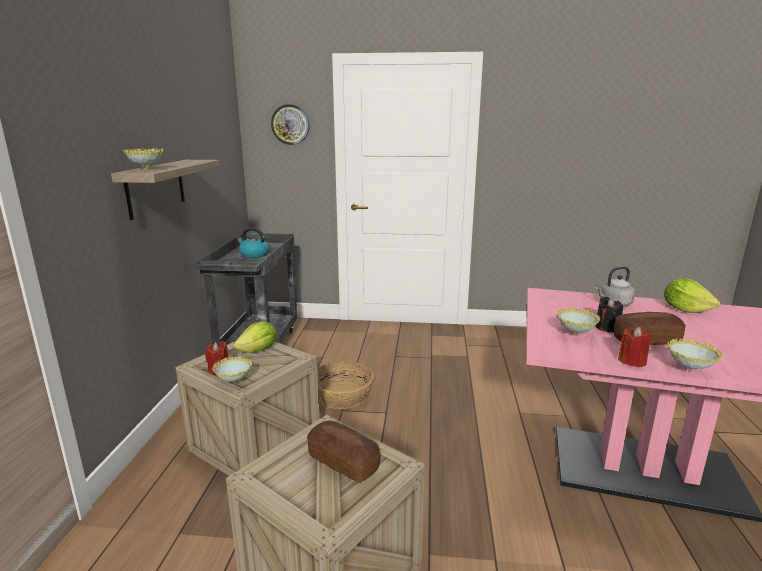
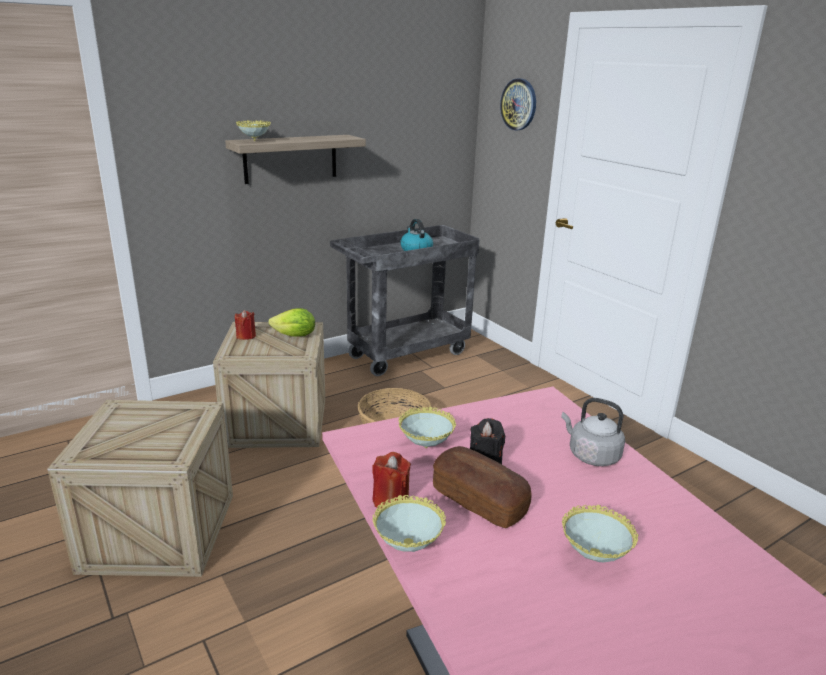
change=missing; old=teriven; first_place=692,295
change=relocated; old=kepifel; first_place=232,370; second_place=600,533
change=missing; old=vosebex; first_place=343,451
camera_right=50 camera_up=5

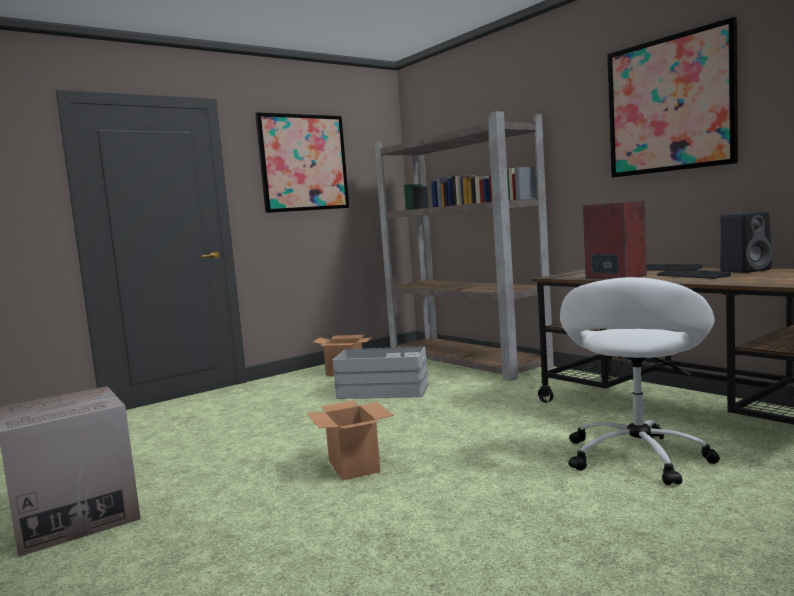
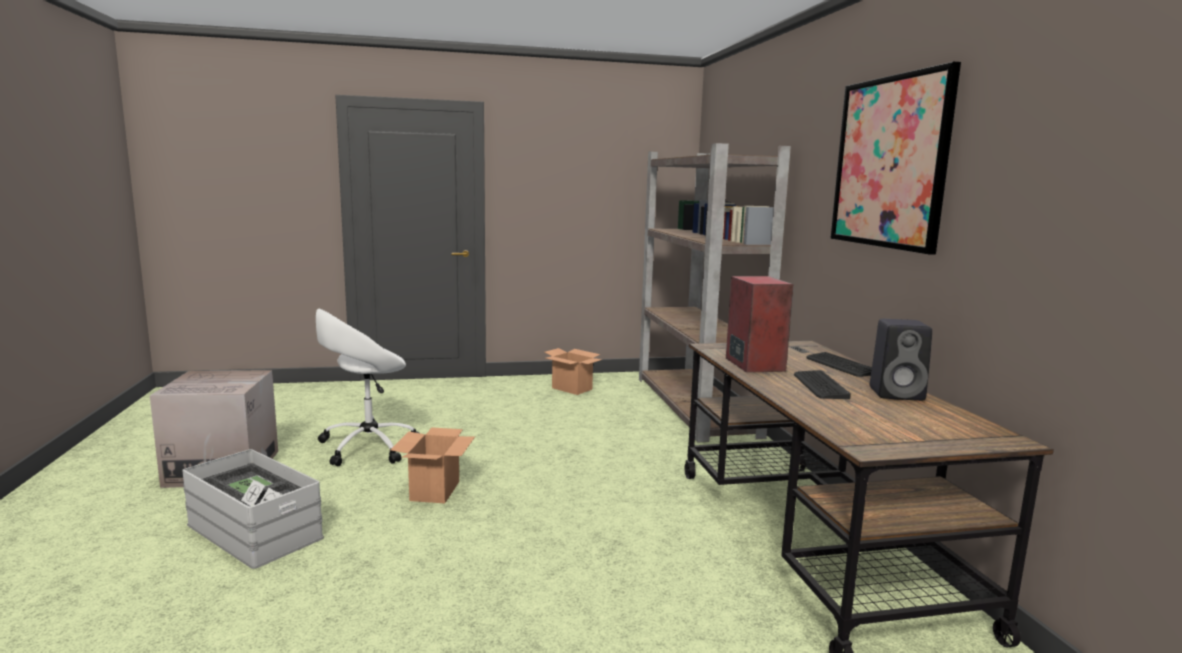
change=missing; old=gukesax; first_place=302,162
change=relocated; old=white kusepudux; first_place=640,381; second_place=367,387
change=relocated; old=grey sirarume; first_place=381,372; second_place=253,509
camera_right=25 camera_up=5

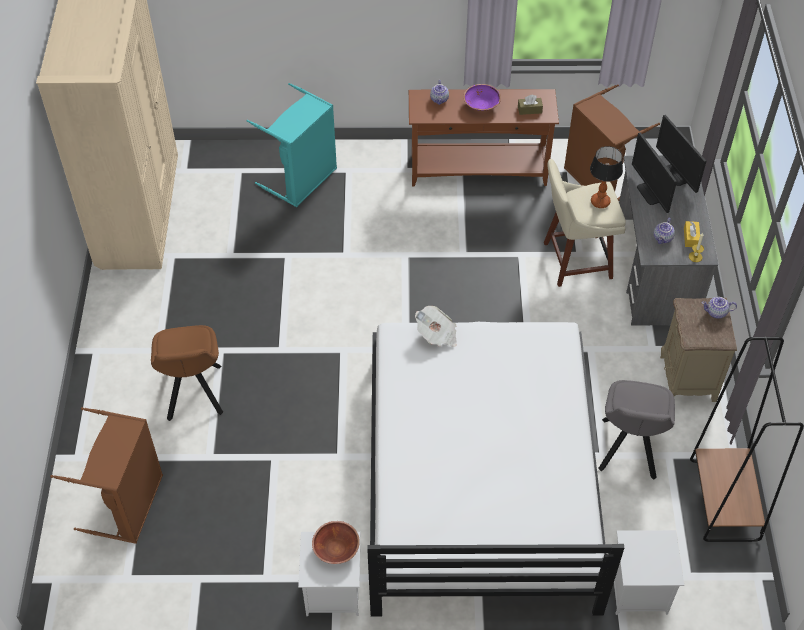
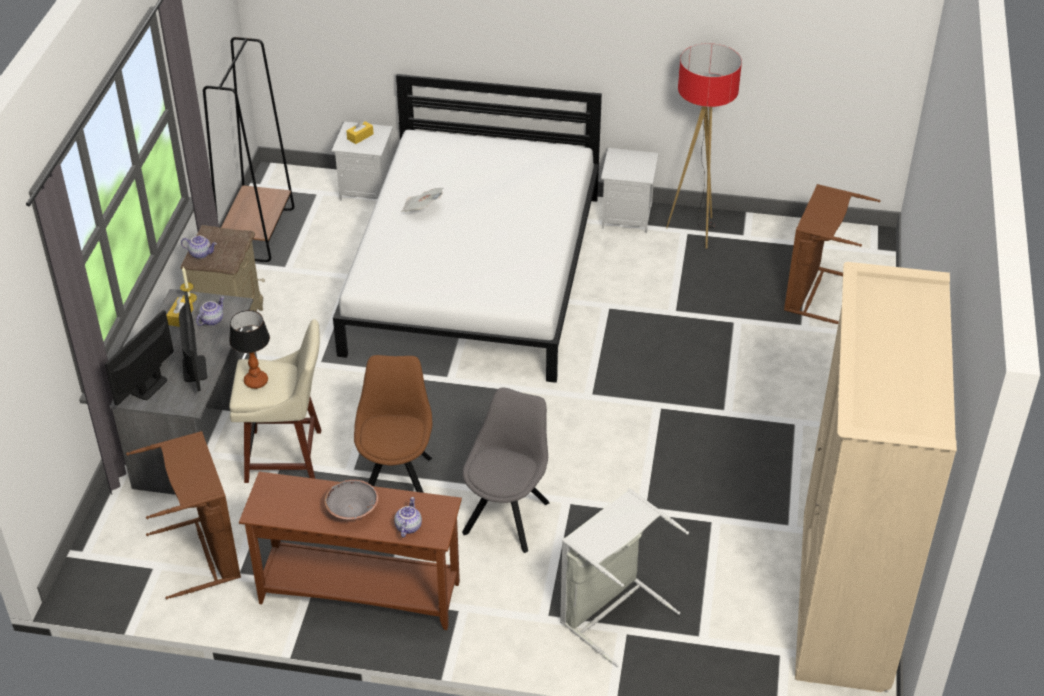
change=colour; old=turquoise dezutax; new=grey dezutax; first_place=292,145; second_place=624,577
change=colour; old=purple kepifel; new=grey kepifel; first_place=482,97; second_place=351,500
change=missing; old=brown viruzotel; first_place=530,105
change=spun; old=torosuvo; first_place=681,154; second_place=139,358; degrees=-135
change=relocated; old=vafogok; first_place=436,326; second_place=422,200
change=relocated; old=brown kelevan; first_place=187,373; second_place=393,424
change=relocated; old=grey kelevan; first_place=636,430; second_place=506,470
change=missing; old=brown kepifel; first_place=336,542
change=appeared; new=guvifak; second_place=704,146
change=appeared; new=yellow viruzotel; second_place=360,131
camera_right=-170 camera_up=-10

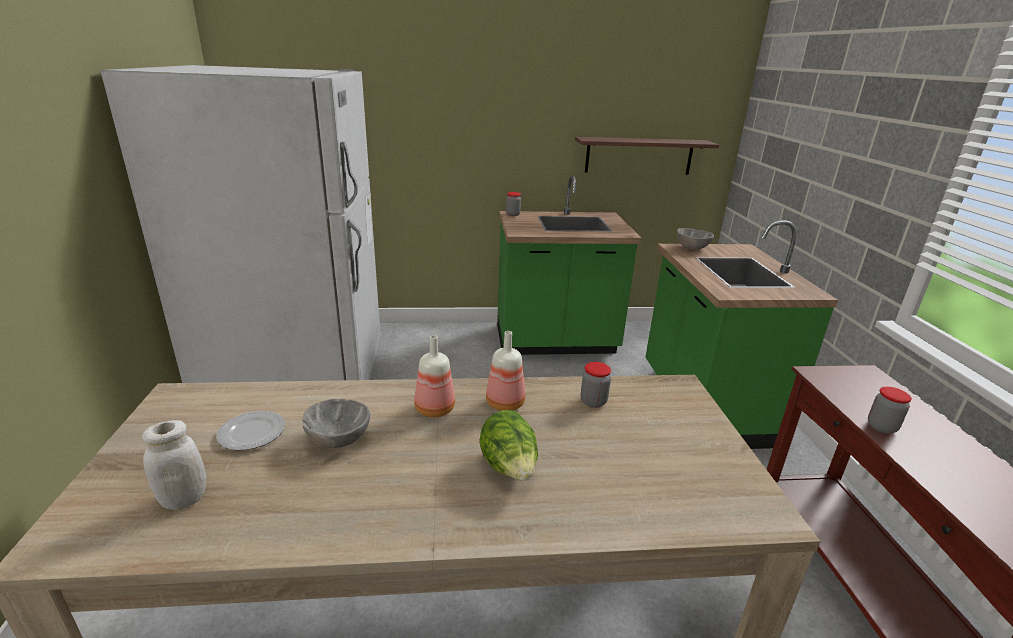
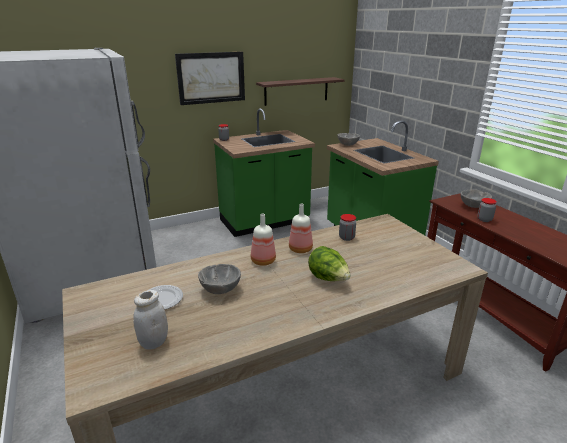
change=appeared; new=gukesax; second_place=210,78
change=appeared; new=grey kepifel; second_place=476,198
camera_right=-20 camera_up=0

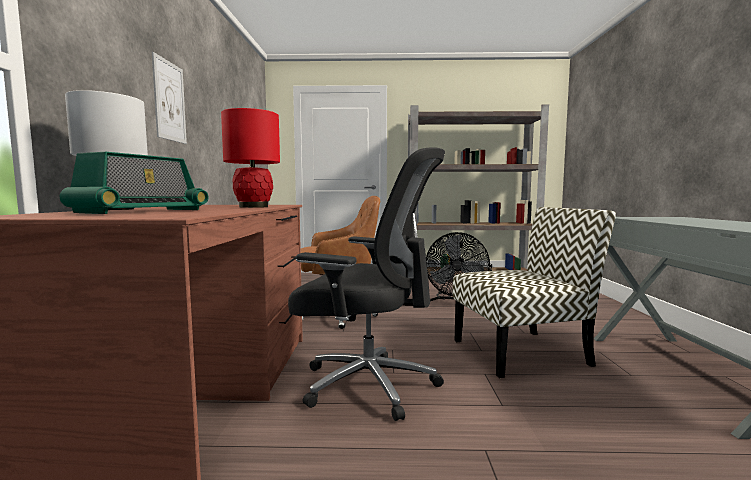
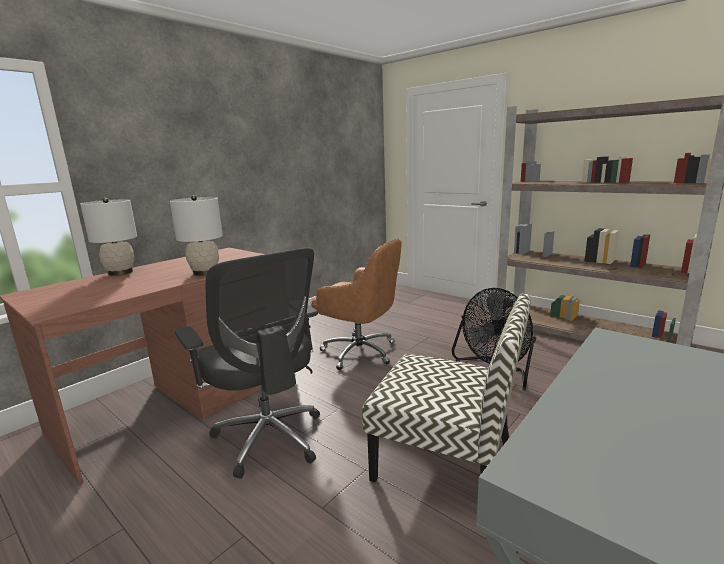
change=missing; old=gukesax; first_place=169,98
change=colour; old=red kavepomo; new=white kavepomo; first_place=250,158; second_place=196,235
change=missing; old=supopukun; first_place=134,183
camera_right=40 camera_up=10

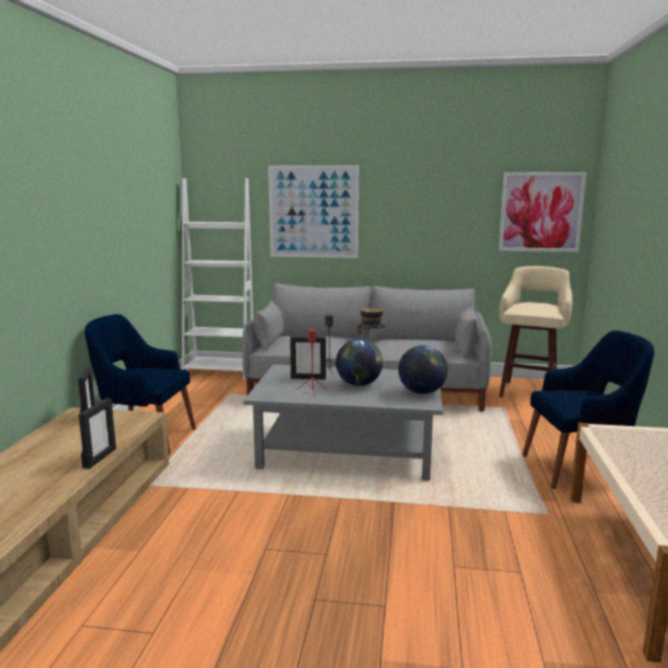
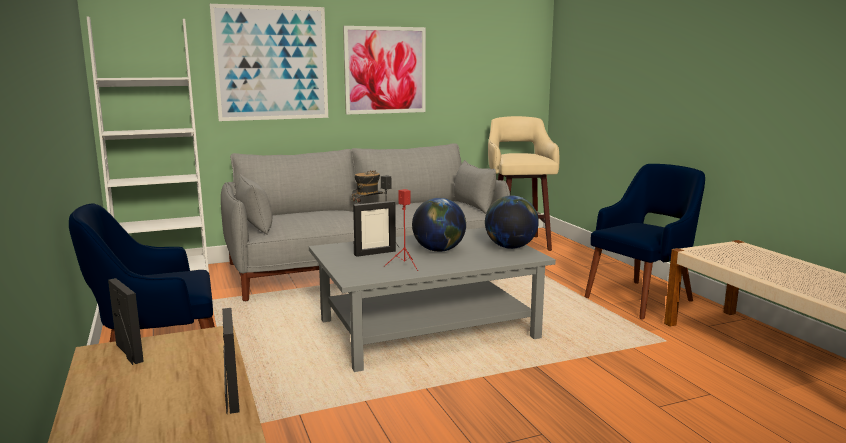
change=relocated; old=gukesax; first_place=542,212; second_place=384,70
camera_right=-30 camera_up=0

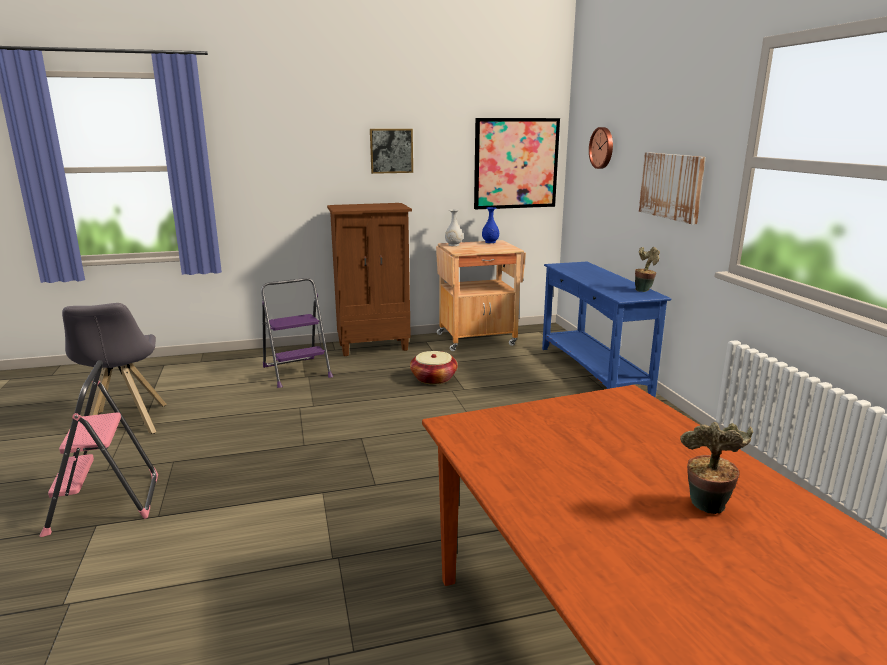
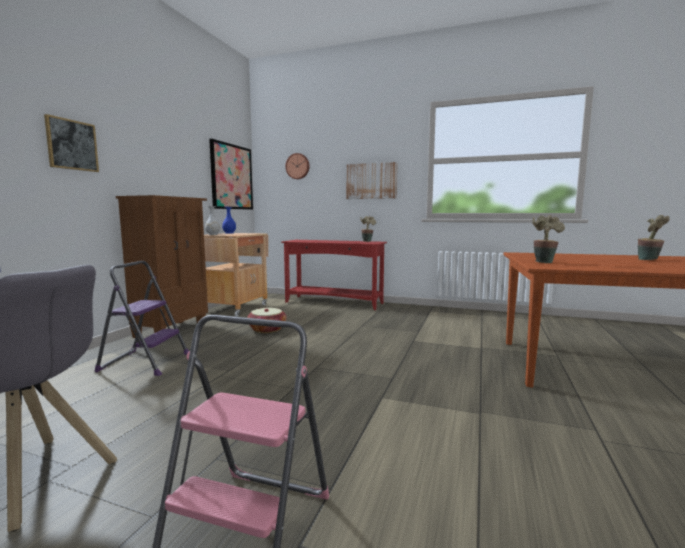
change=relocated; old=gukesax; first_place=391,151; second_place=71,143
change=colour; old=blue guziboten; new=red guziboten; first_place=606,330; second_place=334,275
change=appeared; new=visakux; second_place=548,239
camera_right=-55 camera_up=-10

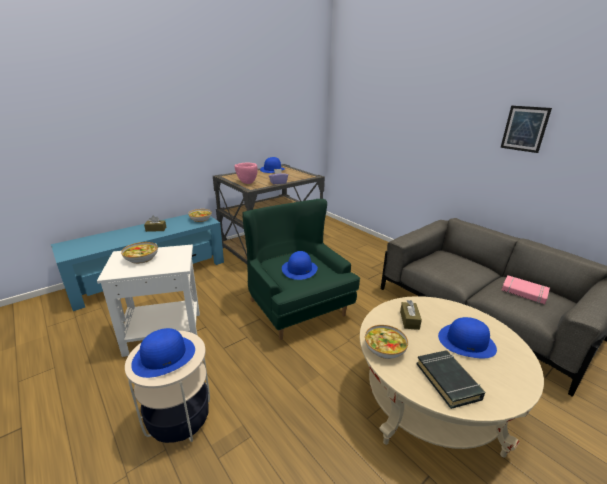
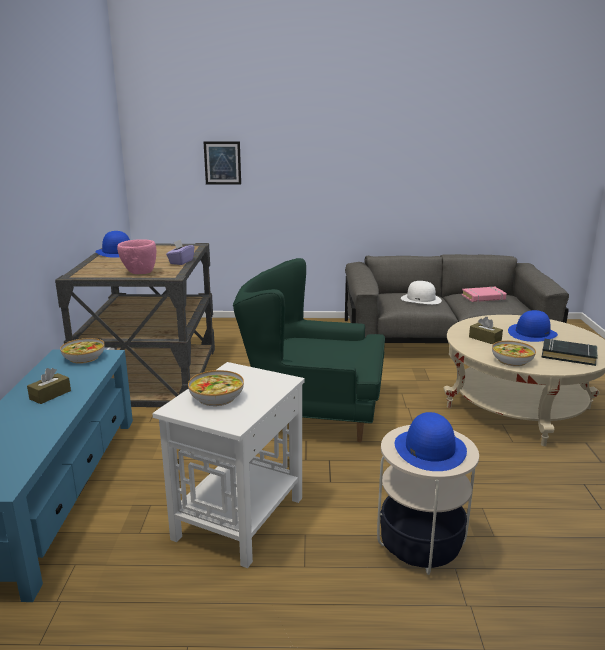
change=relocated; old=gukesax; first_place=526,129; second_place=222,162
change=missing; old=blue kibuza; first_place=300,265
change=appeared; new=white kibuza; second_place=421,292
camera_right=-50 camera_up=-5

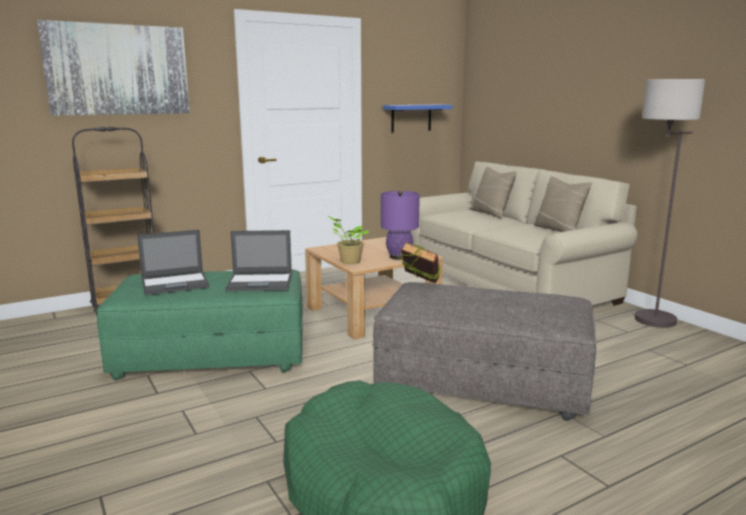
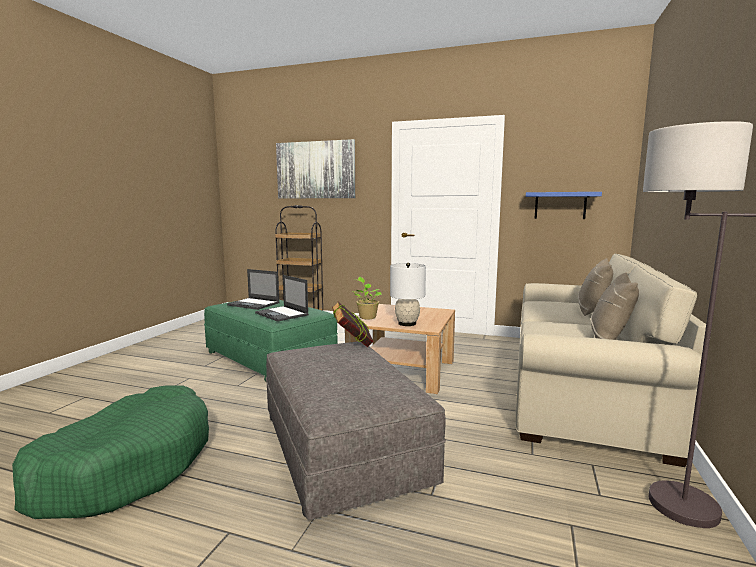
change=colour; old=purple kavepomo; new=white kavepomo; first_place=400,225; second_place=408,294
camera_right=50 camera_up=-5

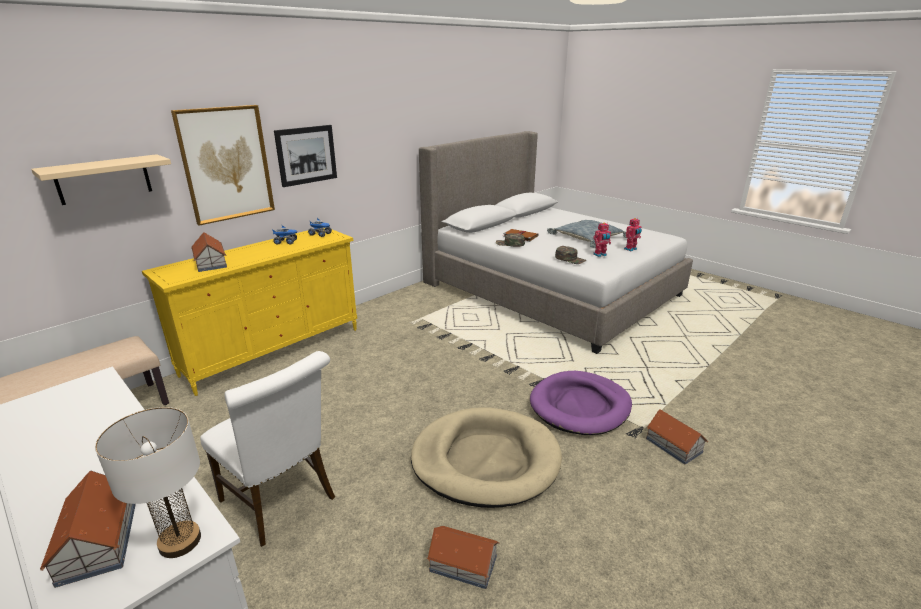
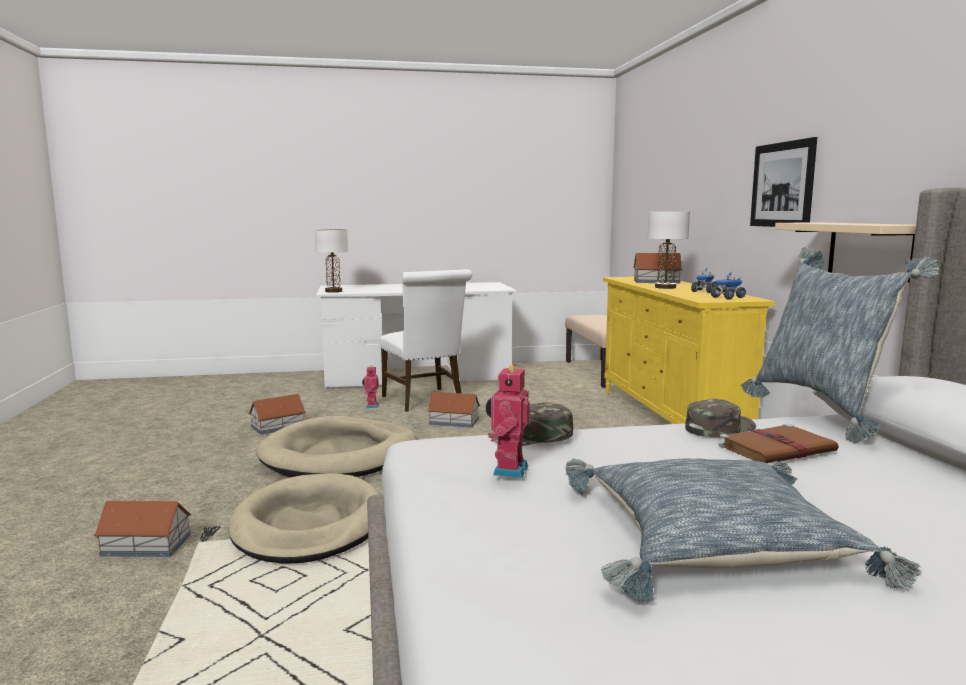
change=missing; old=gukesax; first_place=223,165
change=relocated; old=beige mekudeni; first_place=101,179; second_place=845,253
change=relocated; old=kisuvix; first_place=633,234; second_place=370,387
change=spun; old=white kelevan; first_place=267,449; second_place=425,340; degrees=-105
change=colour; old=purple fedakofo; new=beige fedakofo; first_place=581,403; second_place=305,518
change=relocated; old=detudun; first_place=88,529; second_place=454,410
change=appeared; new=kavepomo; second_place=669,250
change=appeared; new=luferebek; second_place=840,344
camera_right=125 camera_up=-15

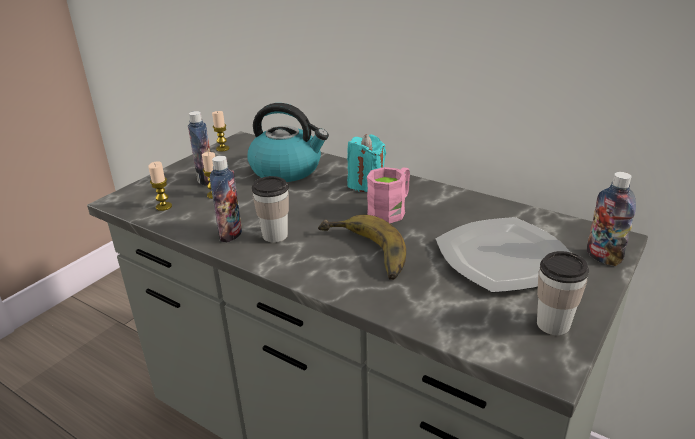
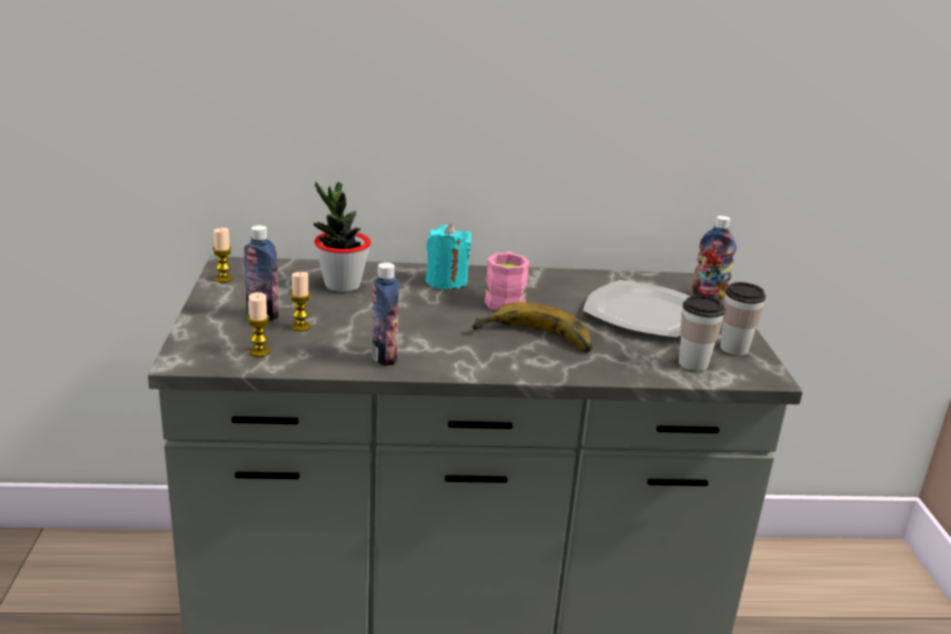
change=exchanged; old=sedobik; new=visakux; first_place=288,142; second_place=342,237
change=relocated; old=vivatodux; first_place=270,209; second_place=702,333
camera_right=-40 camera_up=-5

